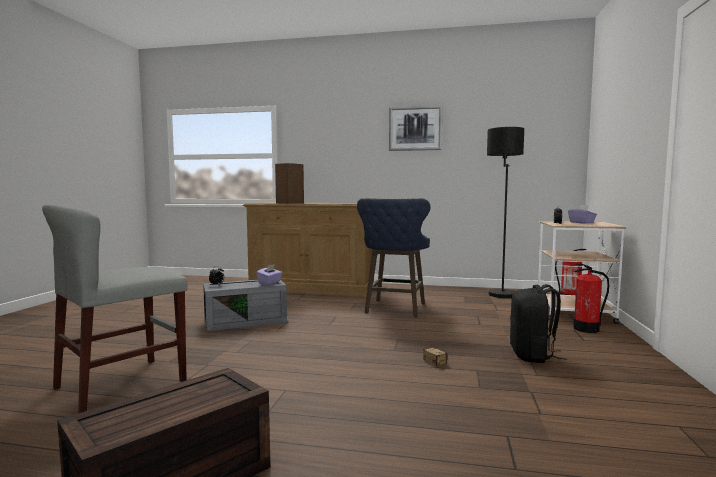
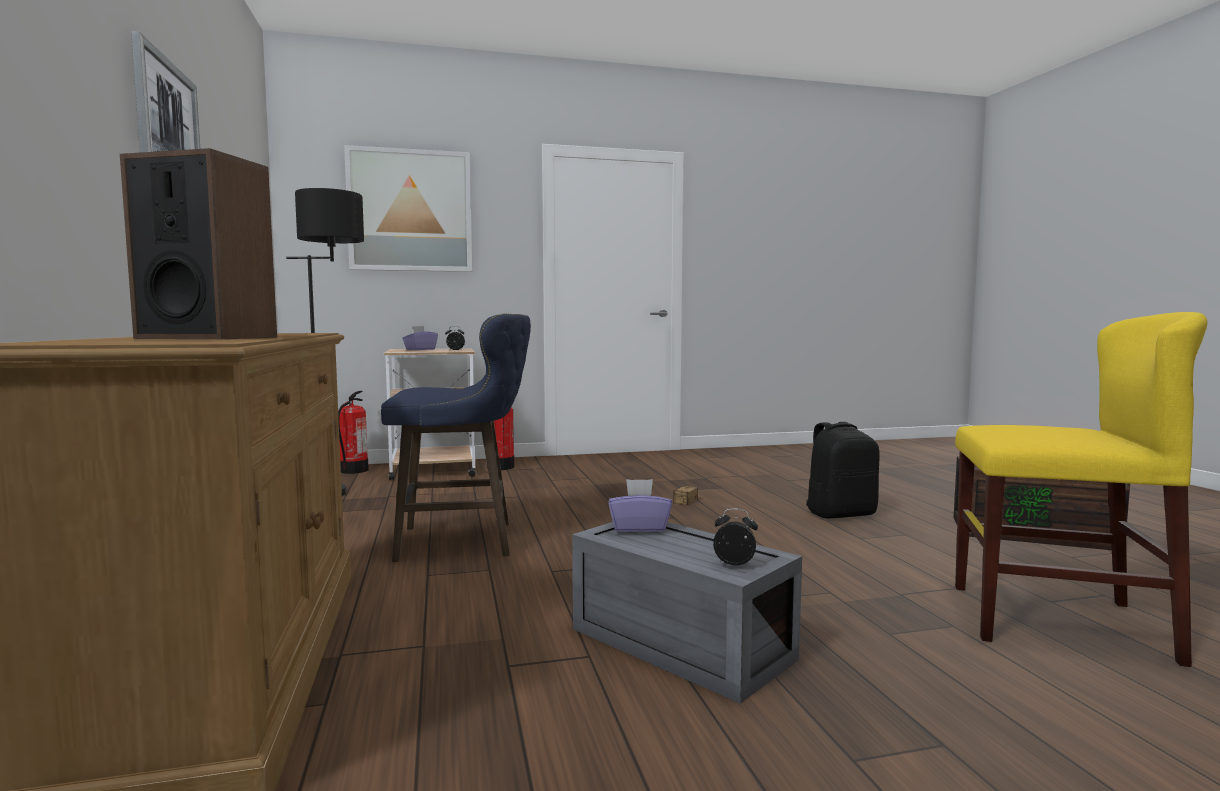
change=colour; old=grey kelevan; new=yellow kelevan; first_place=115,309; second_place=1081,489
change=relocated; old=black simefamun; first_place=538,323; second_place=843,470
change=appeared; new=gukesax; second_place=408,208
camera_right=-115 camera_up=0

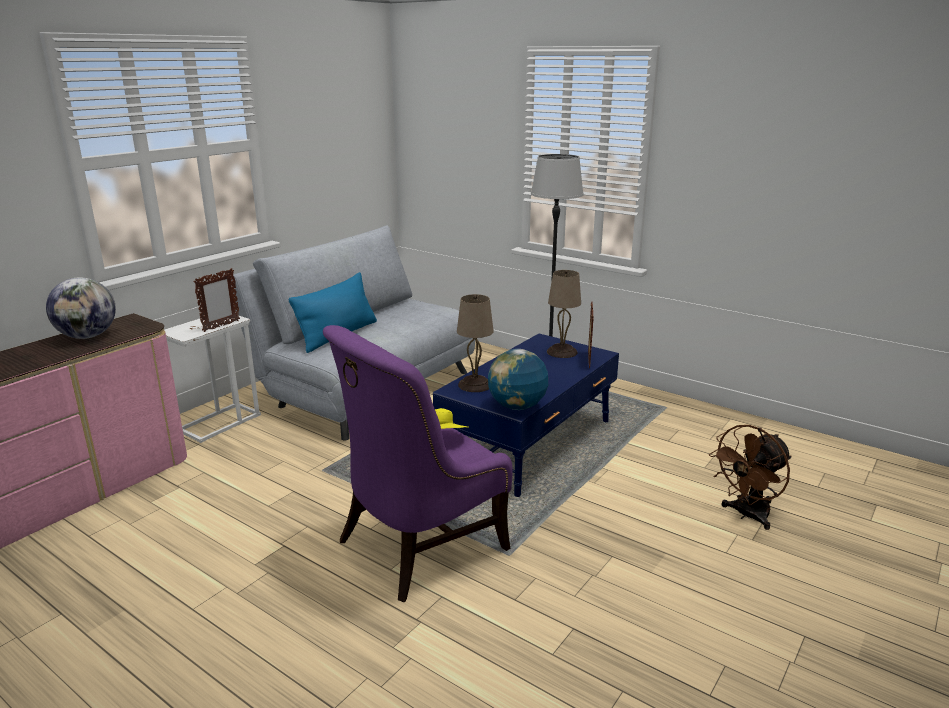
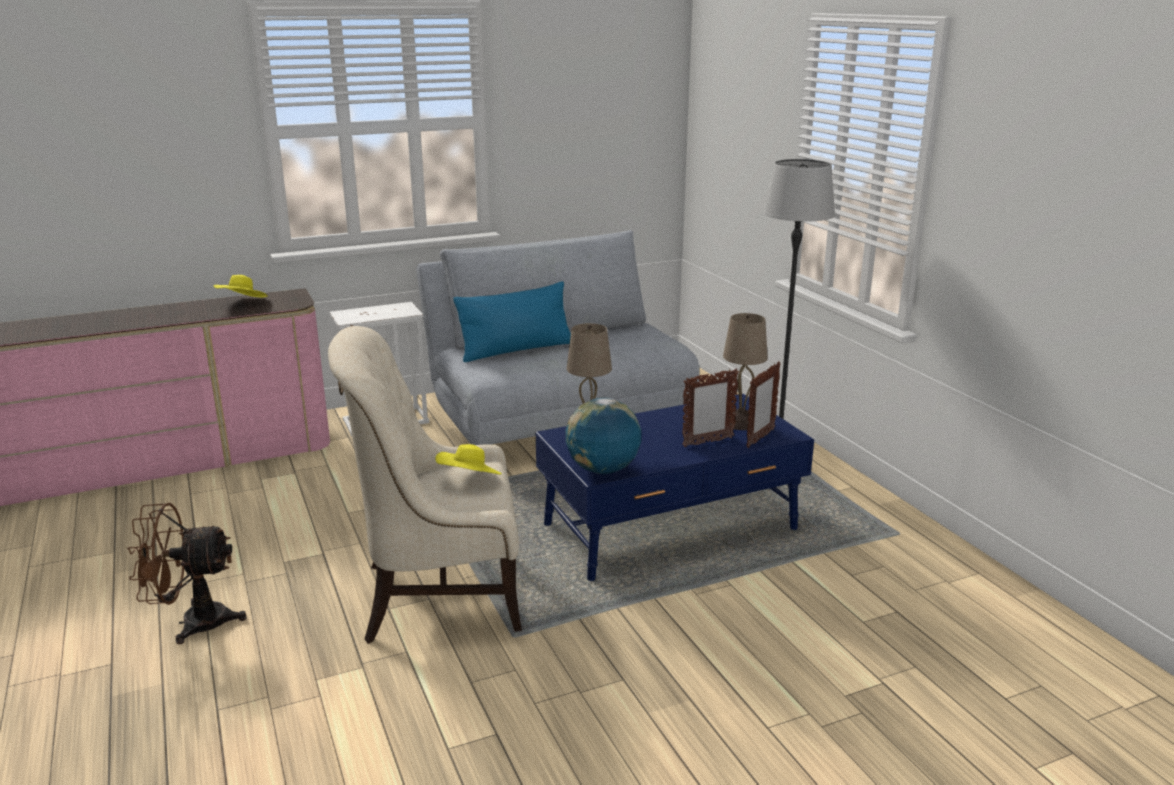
change=relocated; old=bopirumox; first_place=216,300; second_place=710,408
change=exchanged; old=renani; new=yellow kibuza; first_place=81,308; second_place=241,286
change=colour; old=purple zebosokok; new=beige zebosokok; first_place=418,463; second_place=425,485
change=relocated; old=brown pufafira; first_place=750,477; second_place=187,574
camera_right=30 camera_up=0

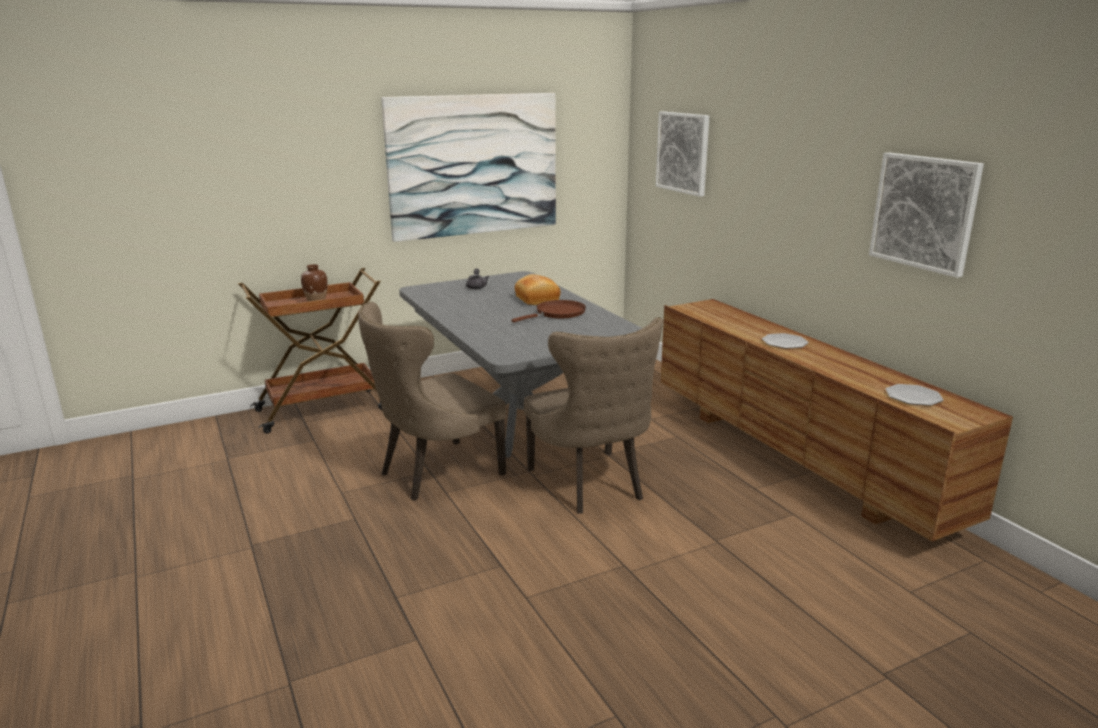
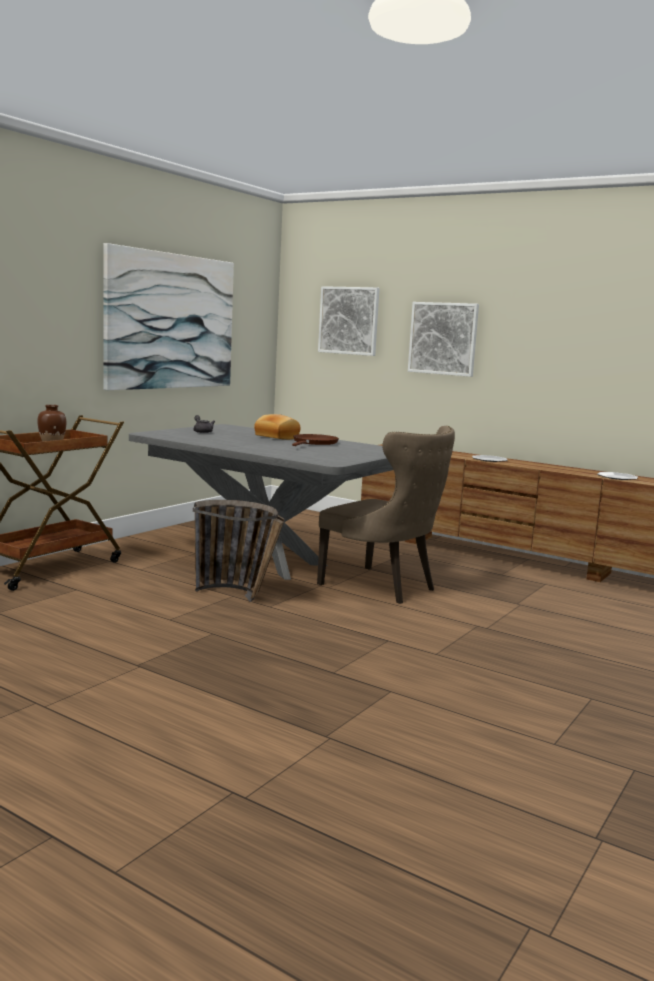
change=relocated; old=gukesax; first_place=926,215; second_place=443,339
change=exchanged; old=beige kelevan; new=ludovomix; first_place=432,401; second_place=238,551
camera_right=-30 camera_up=-10

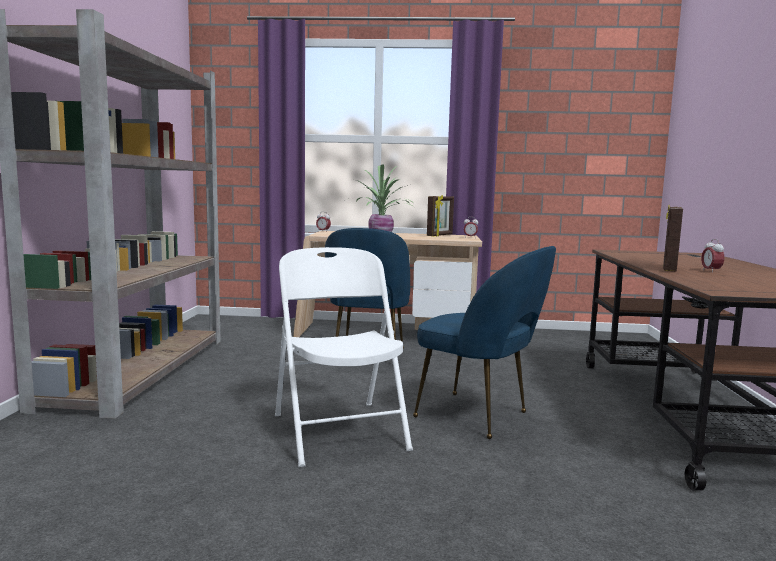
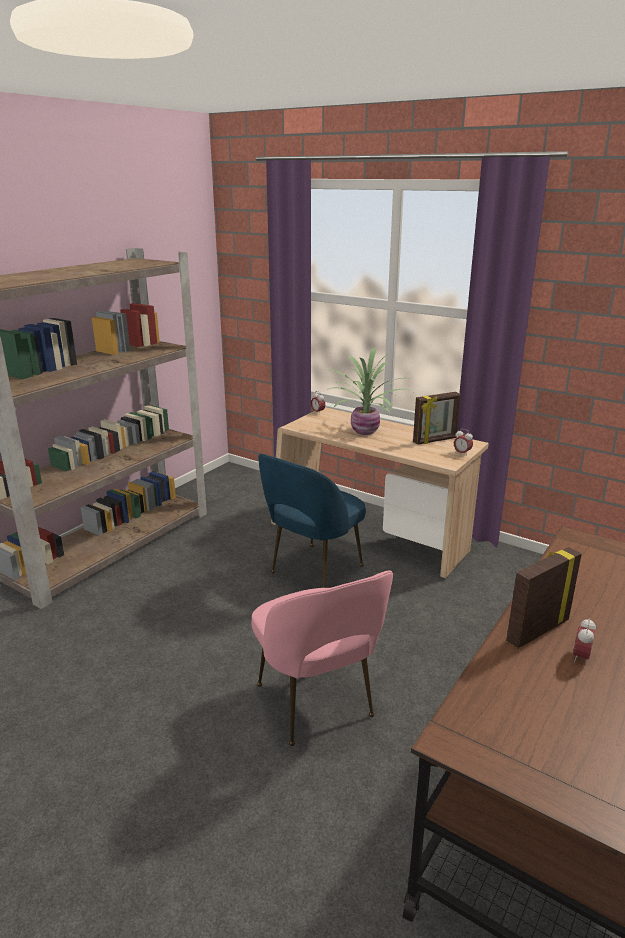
change=colour; old=blue kelevan; new=pink kelevan; first_place=484,342; second_place=322,658
change=missing; old=white kelevan; first_place=344,357
camera_right=30 camera_up=15

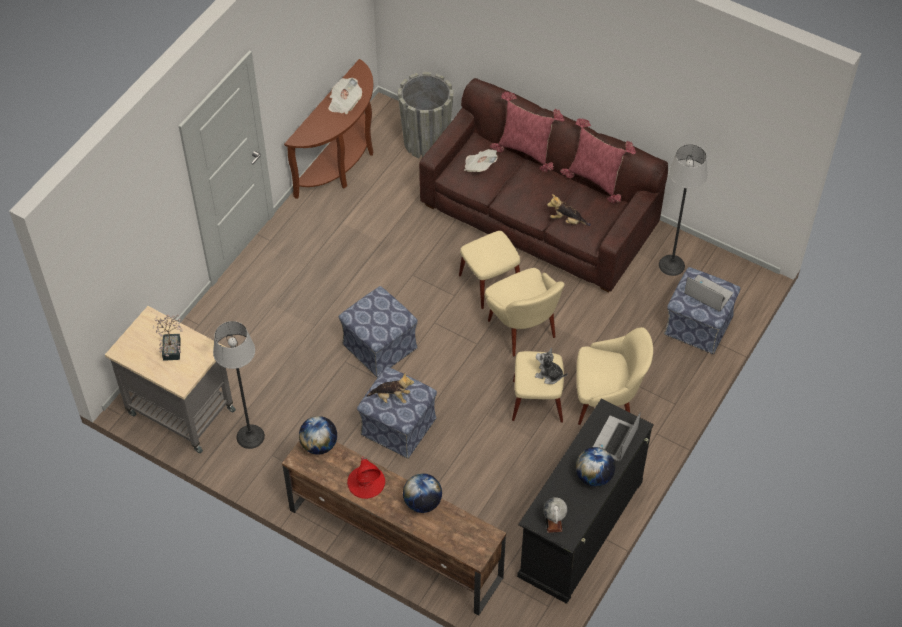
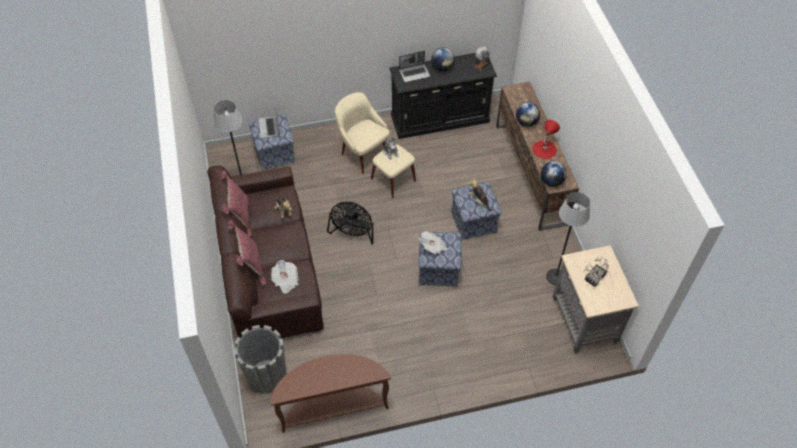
change=relocated; old=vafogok; first_place=345,96; second_place=433,242
change=exchanged; old=beige zebosokok; new=black pufafira; first_place=512,293; second_place=350,223
camera_right=-135 camera_up=0

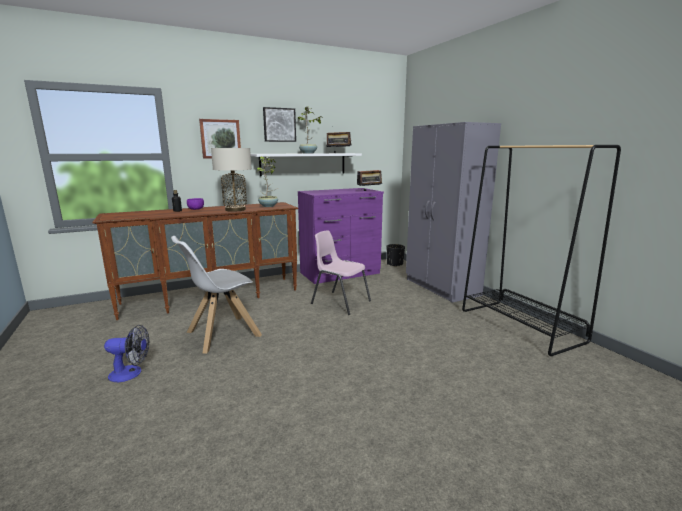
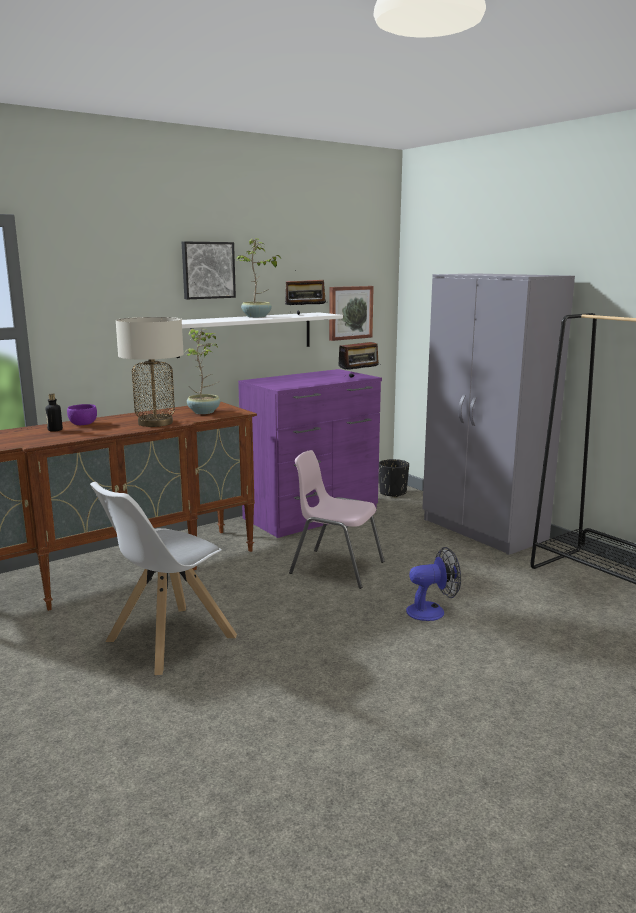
change=relocated; old=gukesax; first_place=220,139; second_place=351,313
change=relocated; old=pufafira; first_place=126,353; second_place=433,584
camera_right=-10 camera_up=0

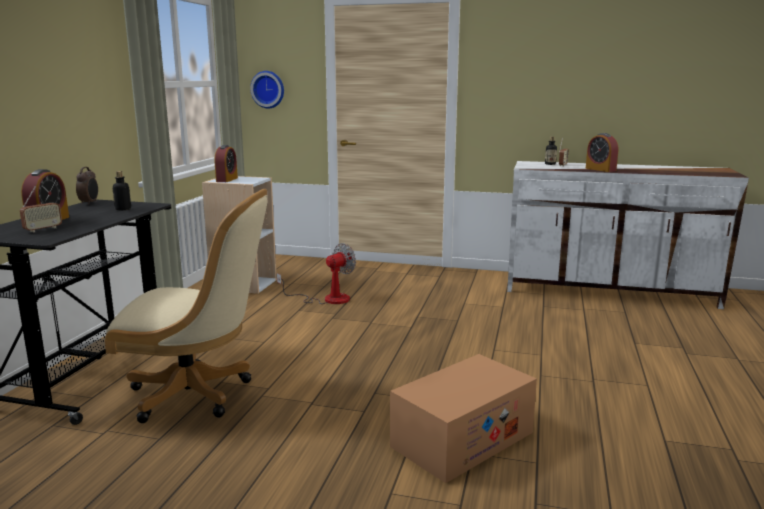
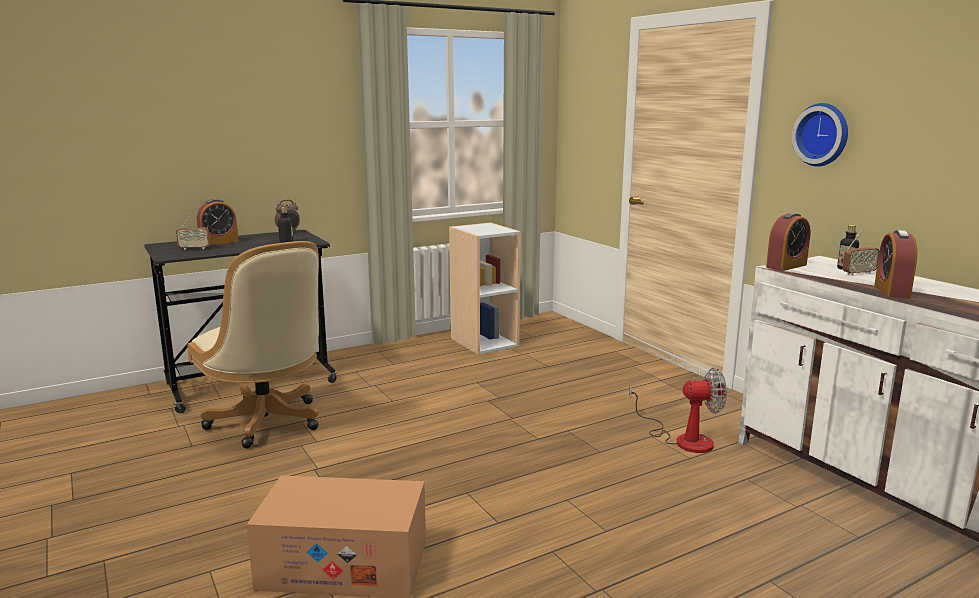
change=relocated; old=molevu; first_place=267,89; second_place=820,135
change=relocated; old=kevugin; first_place=226,163; second_place=788,241
change=relocated; old=pufafira; first_place=316,273; second_place=678,410
camera_right=45 camera_up=0

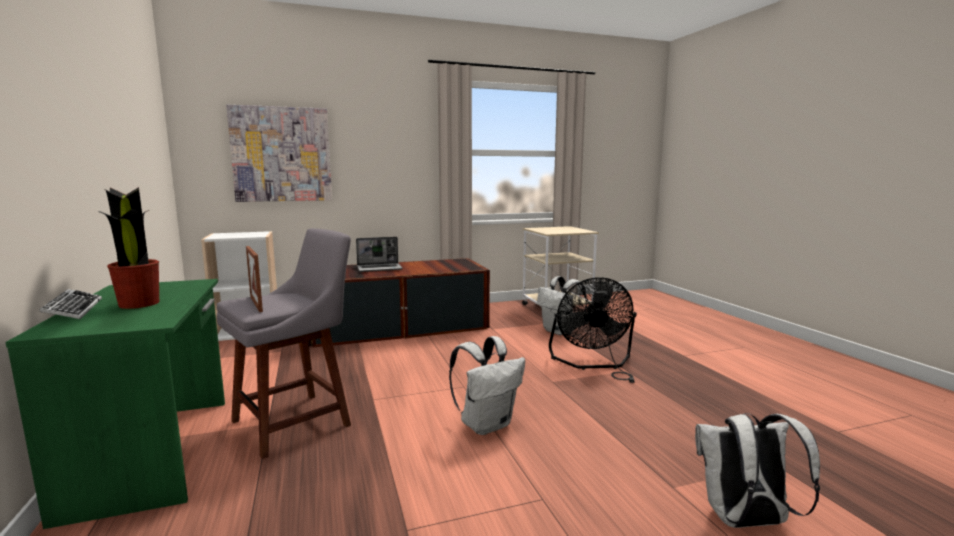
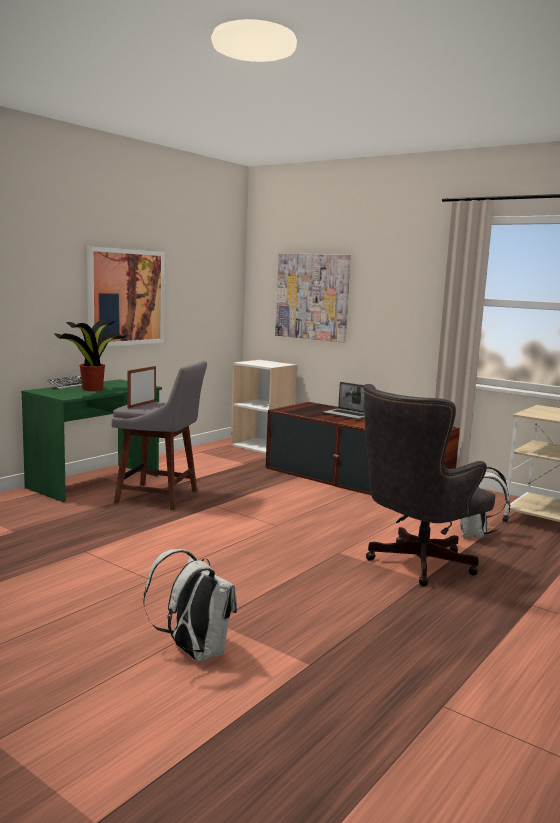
change=exchanged; old=black pufafira; new=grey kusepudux; first_place=593,330; second_place=429,485
change=missing; old=white simefamun; first_place=487,385
change=appeared; new=gukesax; second_place=126,296
camera_right=55 camera_up=0

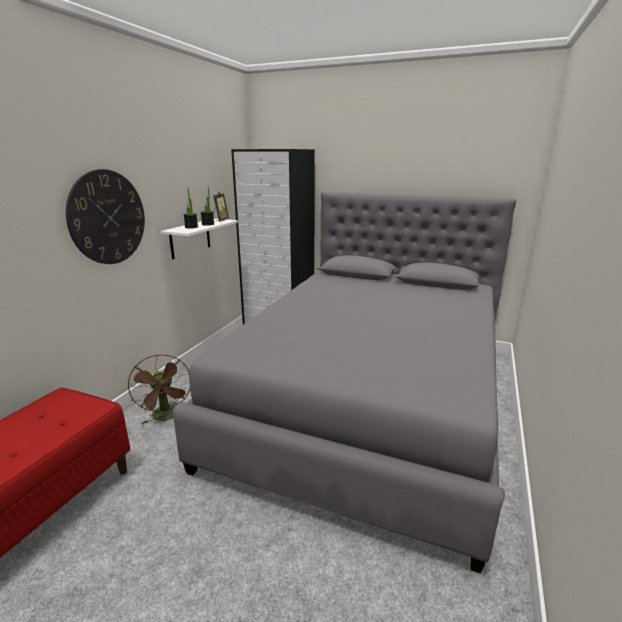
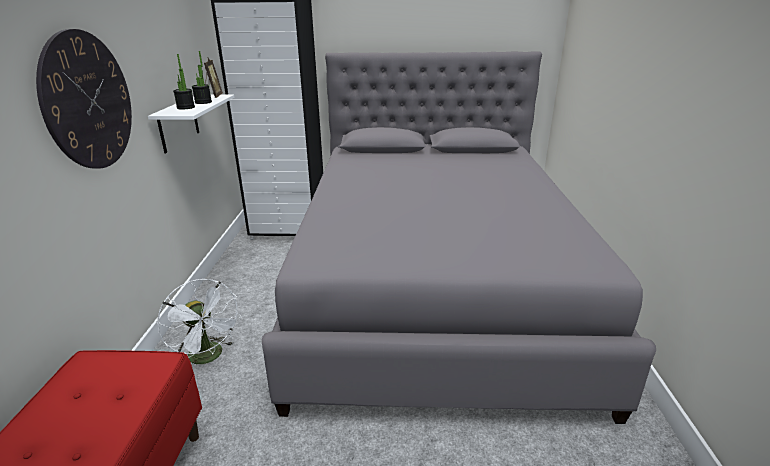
change=colour; old=brown pufafira; new=white pufafira; first_place=159,389; second_place=199,321
camera_right=-20 camera_up=5

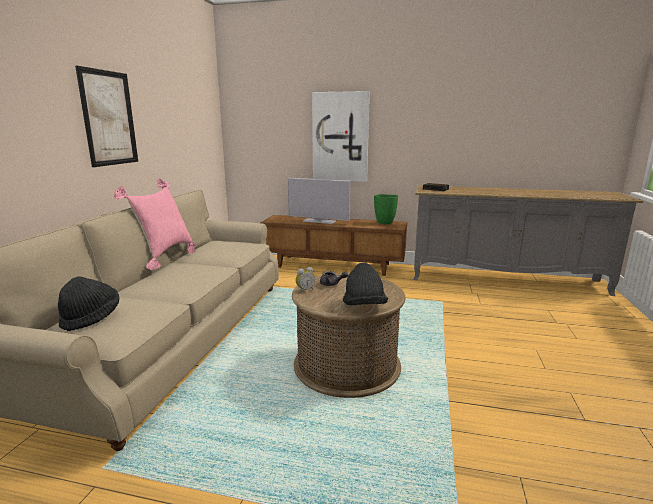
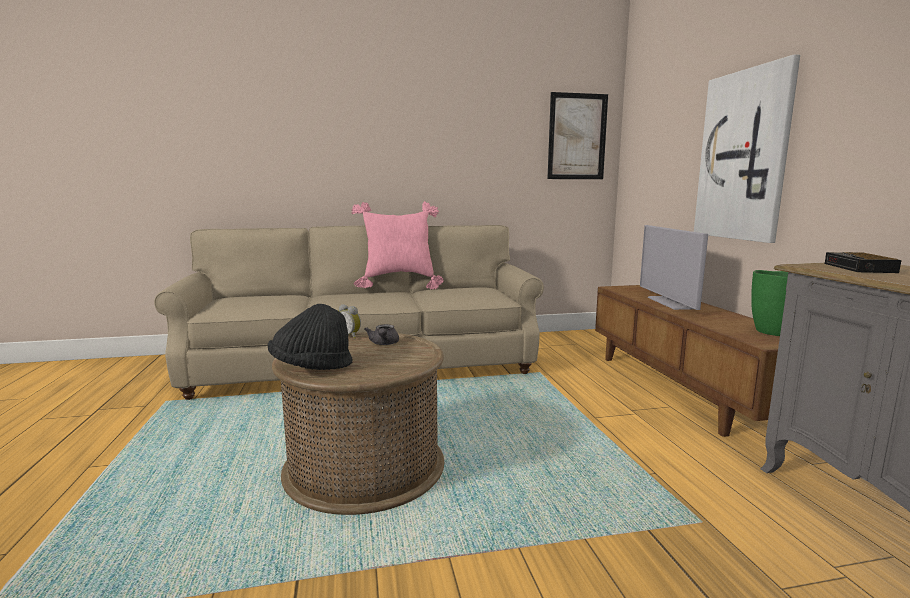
change=relocated; old=gukesax; first_place=106,116; second_place=577,135
change=missing; old=black kibuza; first_place=88,304
camera_right=65 camera_up=-5

